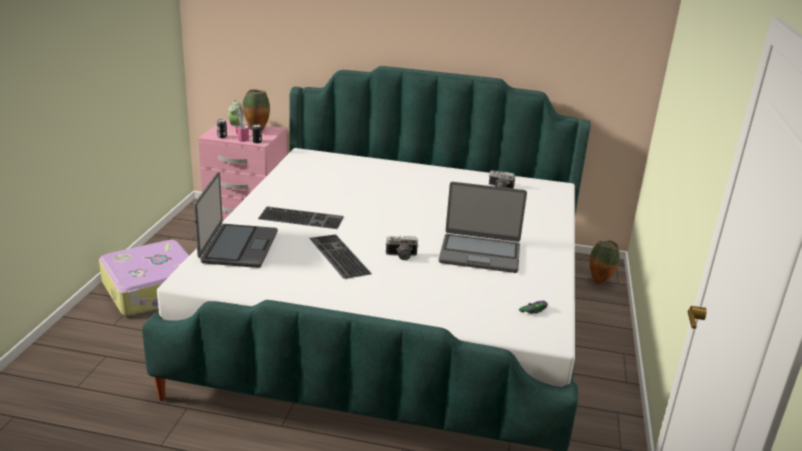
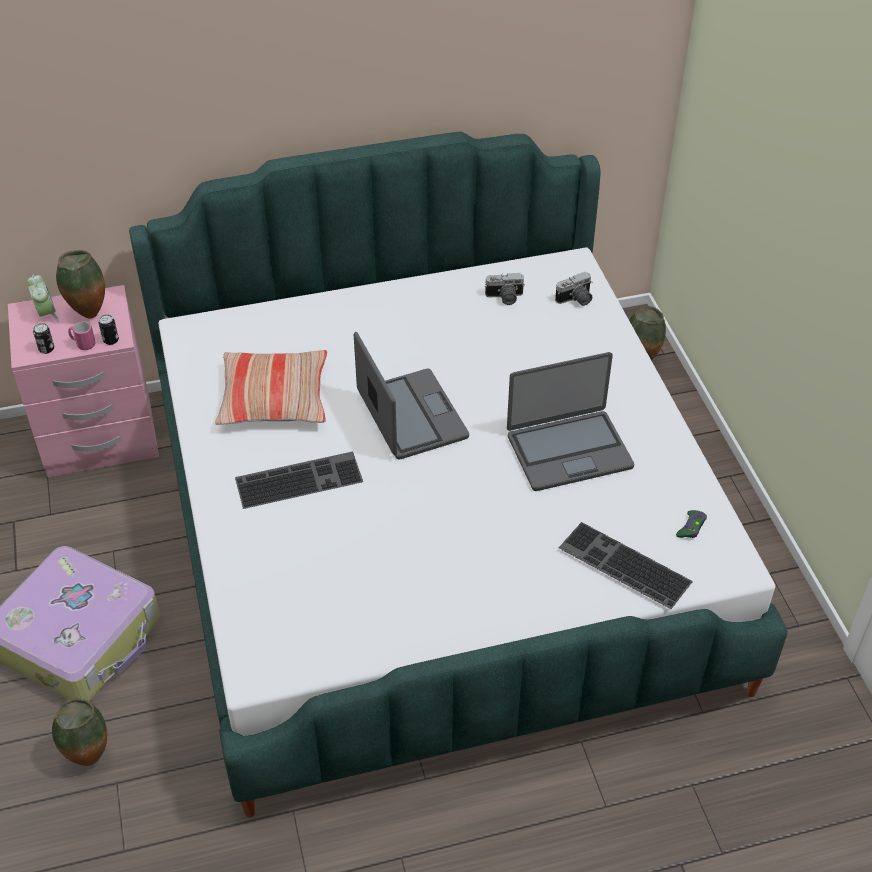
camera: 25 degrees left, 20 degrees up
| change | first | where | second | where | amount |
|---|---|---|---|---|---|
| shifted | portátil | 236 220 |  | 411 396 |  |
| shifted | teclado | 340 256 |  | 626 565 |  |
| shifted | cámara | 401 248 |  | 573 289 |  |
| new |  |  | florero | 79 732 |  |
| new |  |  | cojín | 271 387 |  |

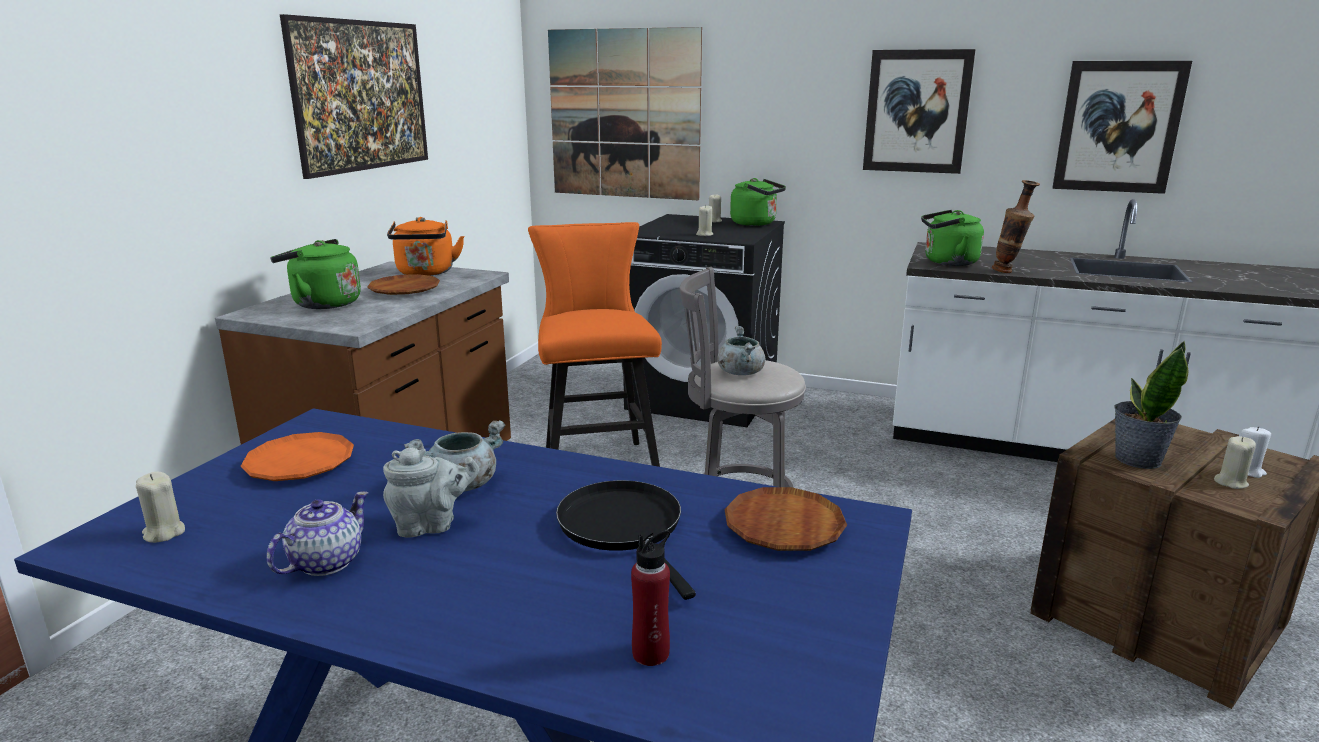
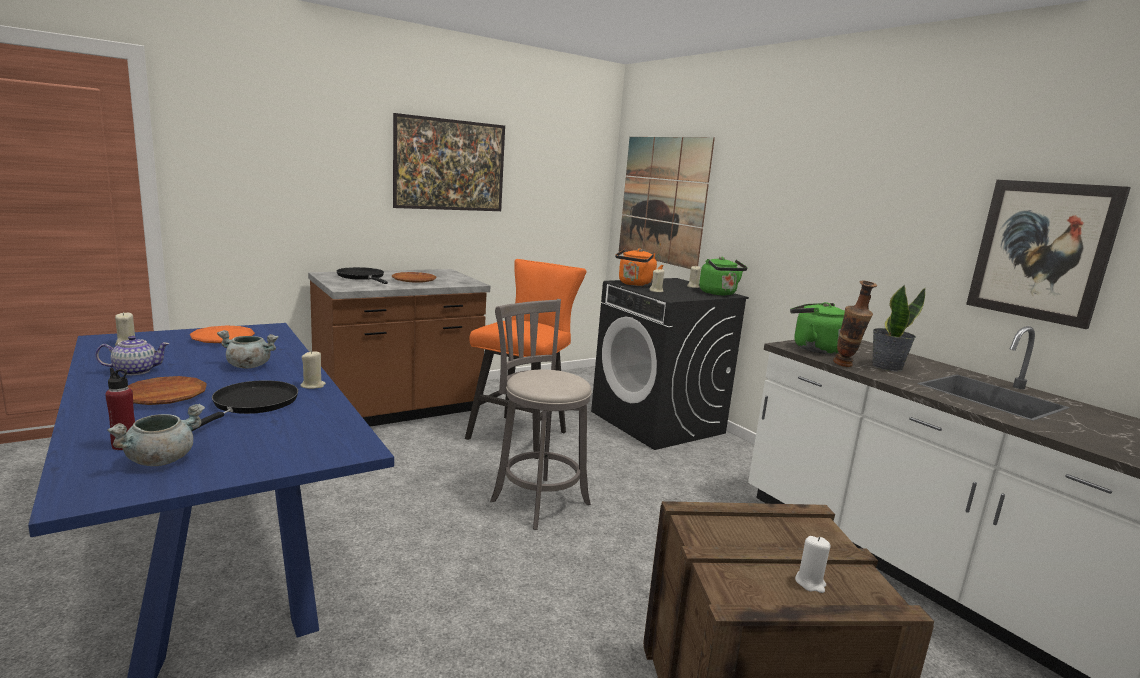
camera: 35 degrees right, 5 degrees down
| change | first | where | second | where | amount |
|---|---|---|---|---|---|
| swapped | hervidor [verde] | 315 274 | sartén [negro] | 362 275 |  |
| gone | tetera [gris] | 431 493 |  |  |  |
| shifted | hervidor [naranja] | 425 246 |  | 639 267 |  |
| shifted | olla [gris] | 741 350 |  | 156 435 |  |
| shifted | plato [marrón] | 785 519 |  | 167 390 |  |
| gone | cuadro | 919 111 |  |  |  |
| shifted | planta en maceta | 1152 404 |  | 899 328 |  |
| shifted | vela [beis] | 1235 462 |  | 313 369 |  |

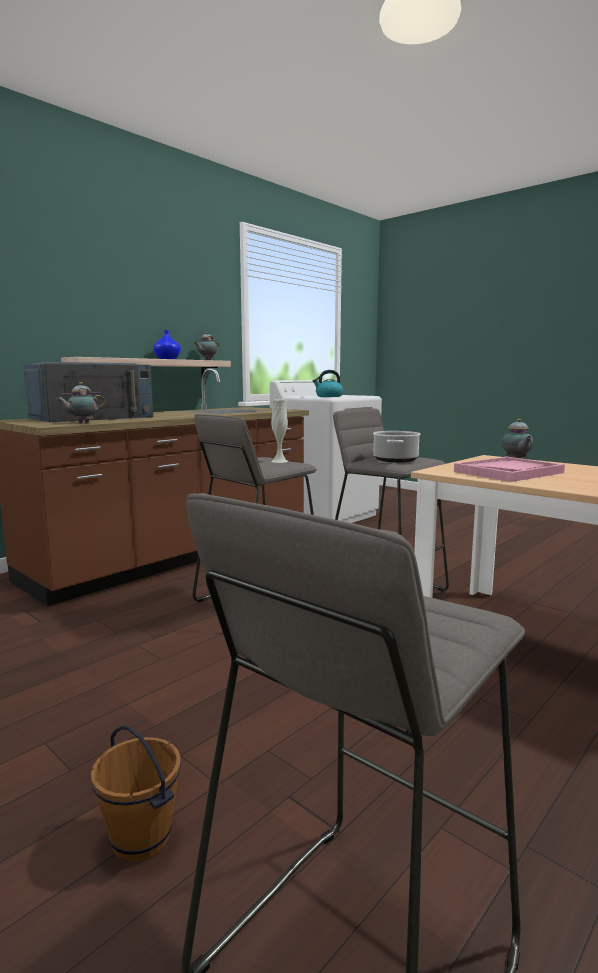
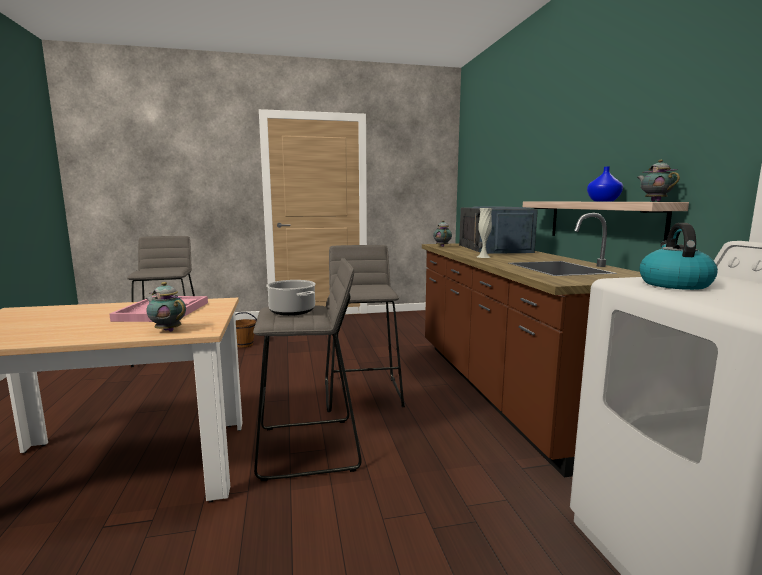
camera: 125 degrees right, 0 degrees up
| change | first | where | second | where | amount |
|---|---|---|---|---|---|
| shifted | florero [blanco] | 280 431 |  | 484 233 |  |

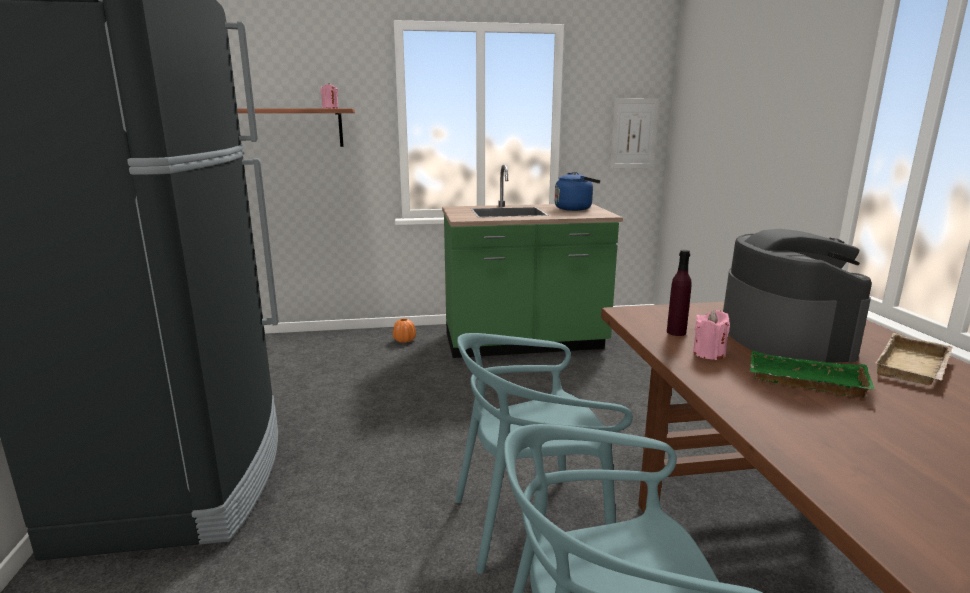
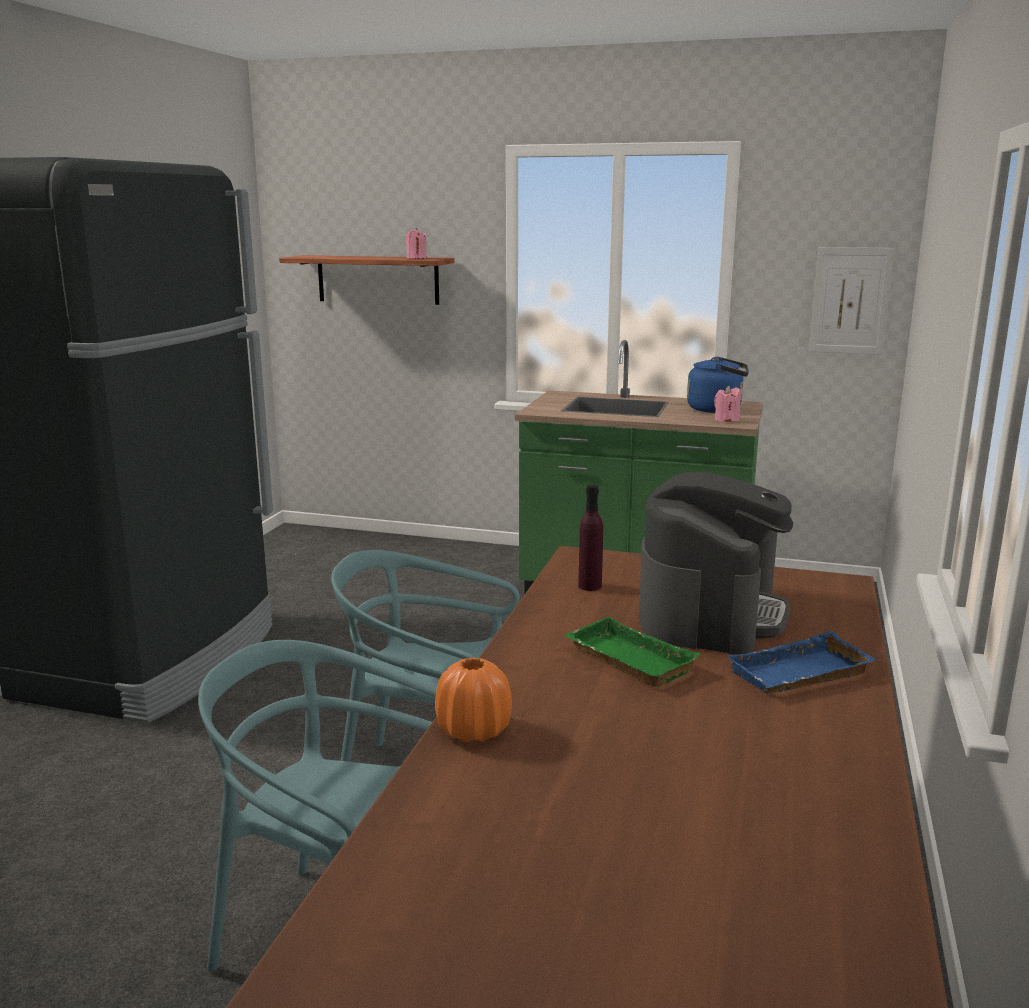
camera: 25 degrees right, 0 degrees up
| change | first | where | second | where | amount |
|---|---|---|---|---|---|
| shifted | florero [naranja] | 404 330 |  | 473 699 |  |
| shifted | vela [rosa] | 711 335 |  | 727 404 |  |
| repainted | bandeja [beis] | 914 359 | bandeja [azul] | 801 662 |  |

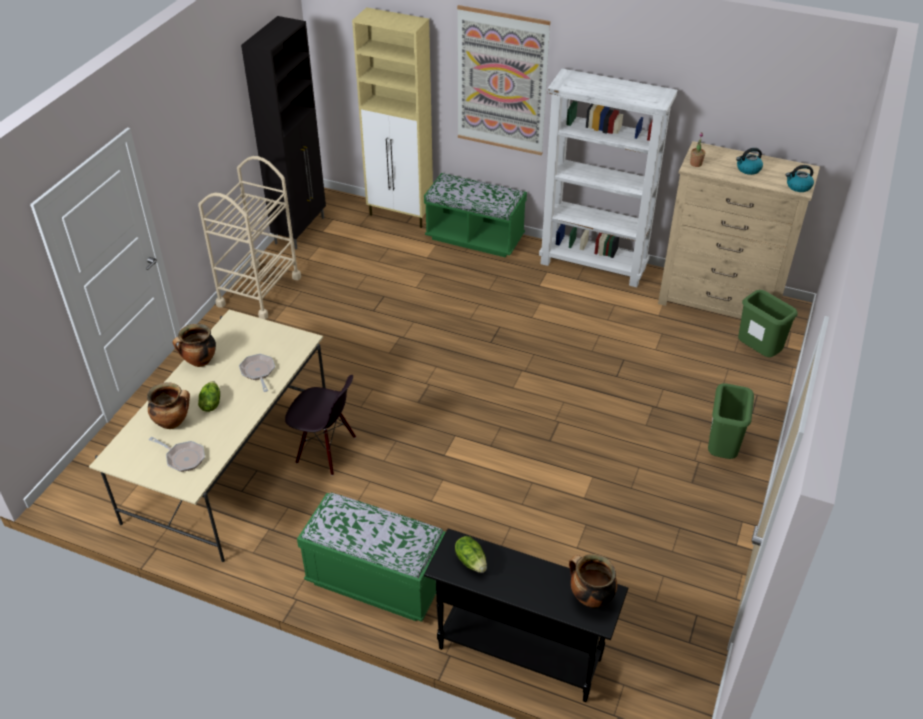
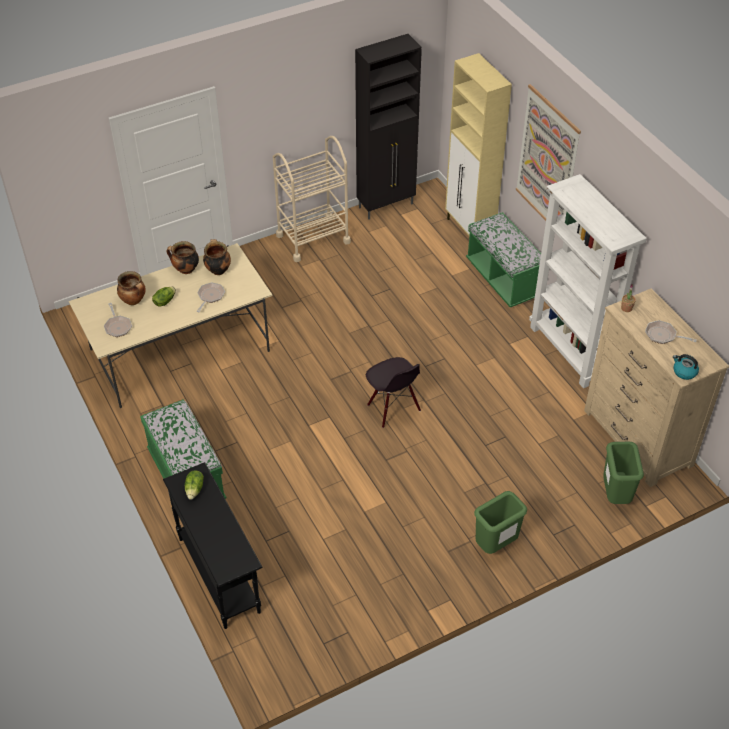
camera: 40 degrees right, 5 degrees up
| change | first | where | second | where | amount |
|---|---|---|---|---|---|
| shifted | silla [negro] | 320 425 |  | 393 392 |  |
| shifted | olla | 593 581 |  | 217 257 |  |
| swapped | hervidor | 749 161 | sartén | 671 332 |  |

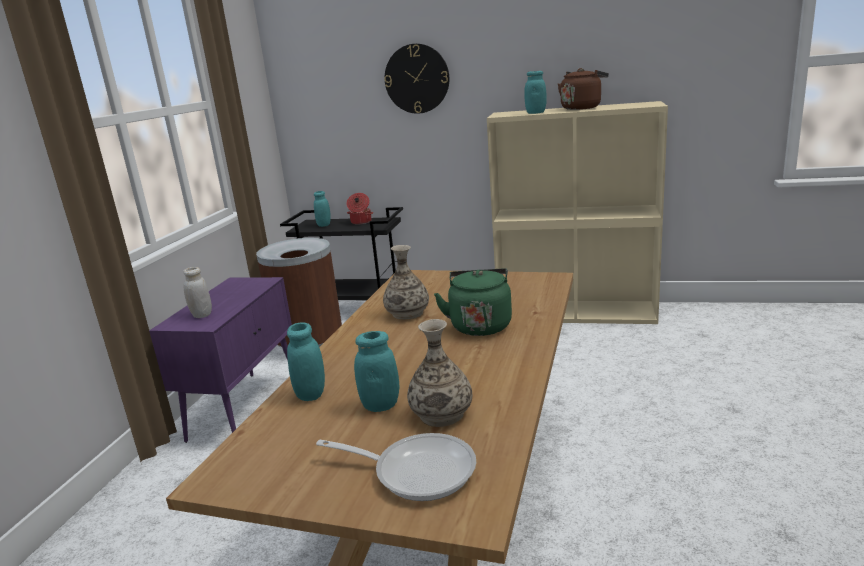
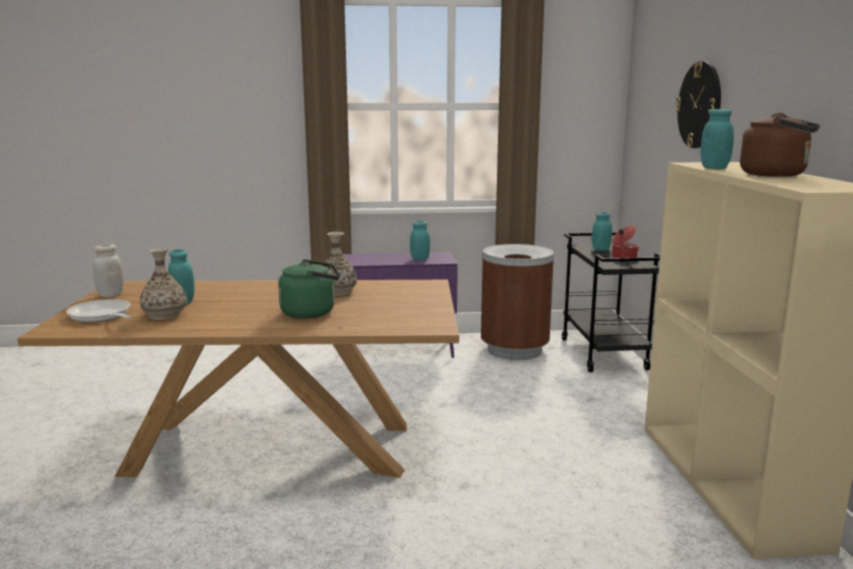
camera: 70 degrees right, 5 degrees down
| change | first | where | second | where | amount |
|---|---|---|---|---|---|
| shifted | tarro [blanco] | 197 292 |  | 108 270 |  |
| shifted | tarro [turquesa] | 306 361 |  | 420 240 |  |
| rotated | sartén | 396 467 |  | 98 310 | 135 degrees clockwise |

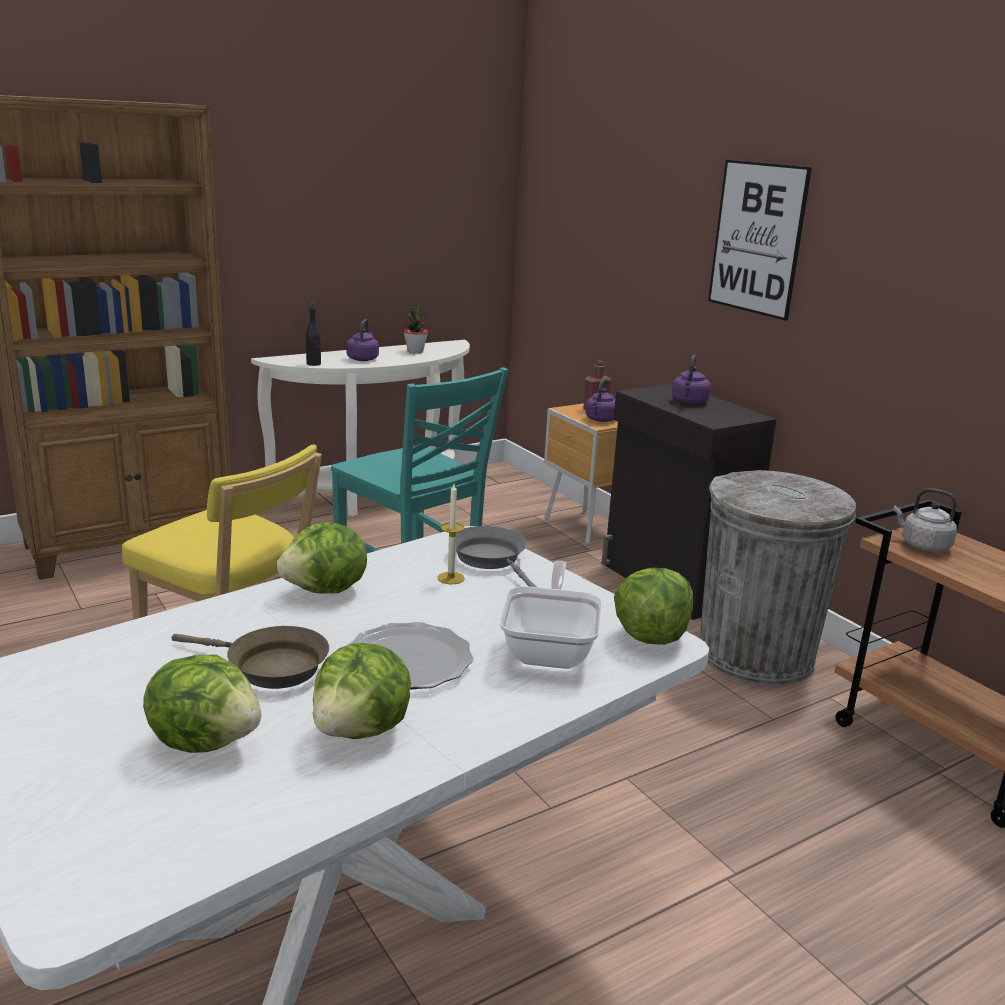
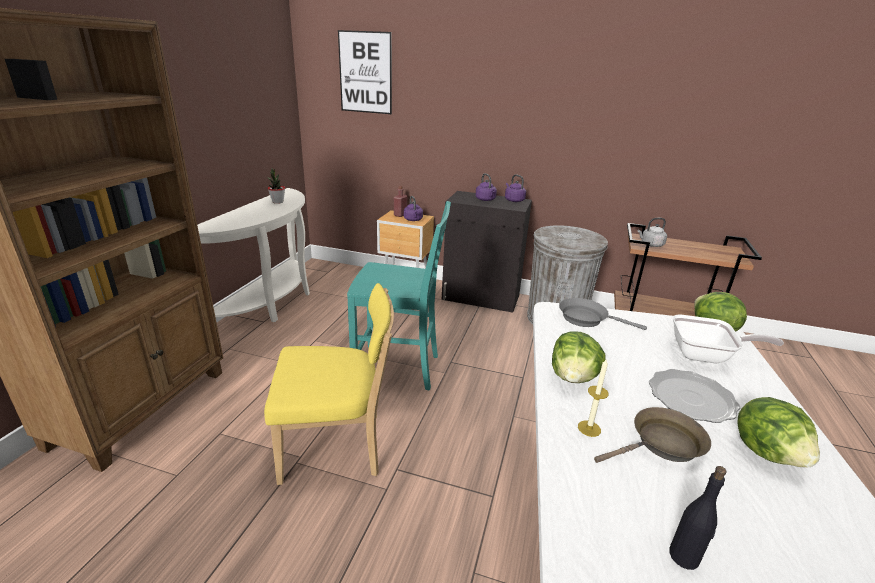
camera: 40 degrees left, 5 degrees up
| change | first | where | second | where | amount |
|---|---|---|---|---|---|
| gone | lechuga | 202 704 |  |  |  |
| shifted | botella [negro] | 313 334 |  | 698 518 |  |
| shifted | hervidor [morado] | 362 340 |  | 515 188 |  |
| shifted | vela | 451 534 |  | 593 397 |  |
| rotated | sartén | 551 614 |  | 728 338 | 135 degrees clockwise |
| shifted | cuadro | 760 240 |  | 365 72 |  |

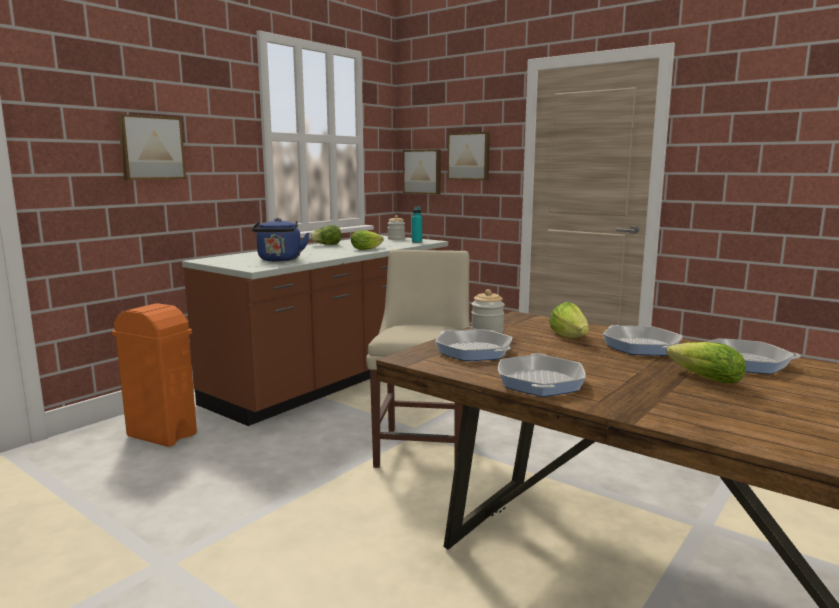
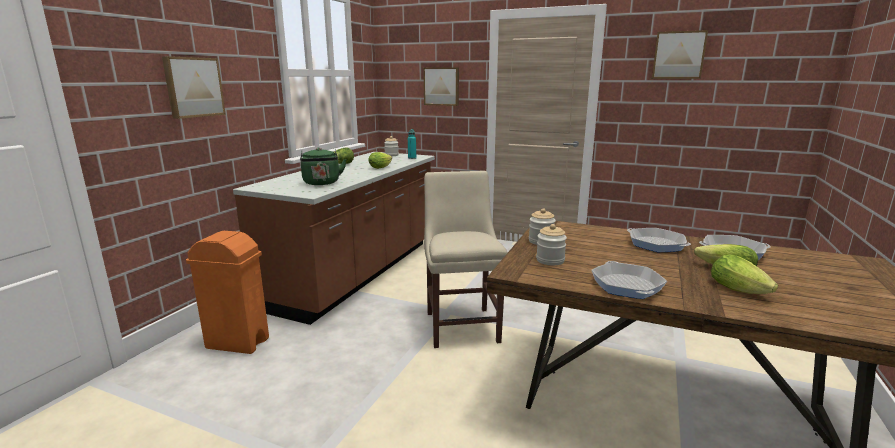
camera: 15 degrees left, 5 degrees up
| change | first | where | second | where | amount |
|---|---|---|---|---|---|
| repainted | hervidor [azul] | 280 240 | hervidor [verde] | 323 166 |  |
| shifted | cuadro | 422 172 |  | 680 54 |  |
| swapped | sartén | 474 345 | tarro | 551 244 |  |
| shifted | lechuga | 569 320 |  | 744 274 |  |

